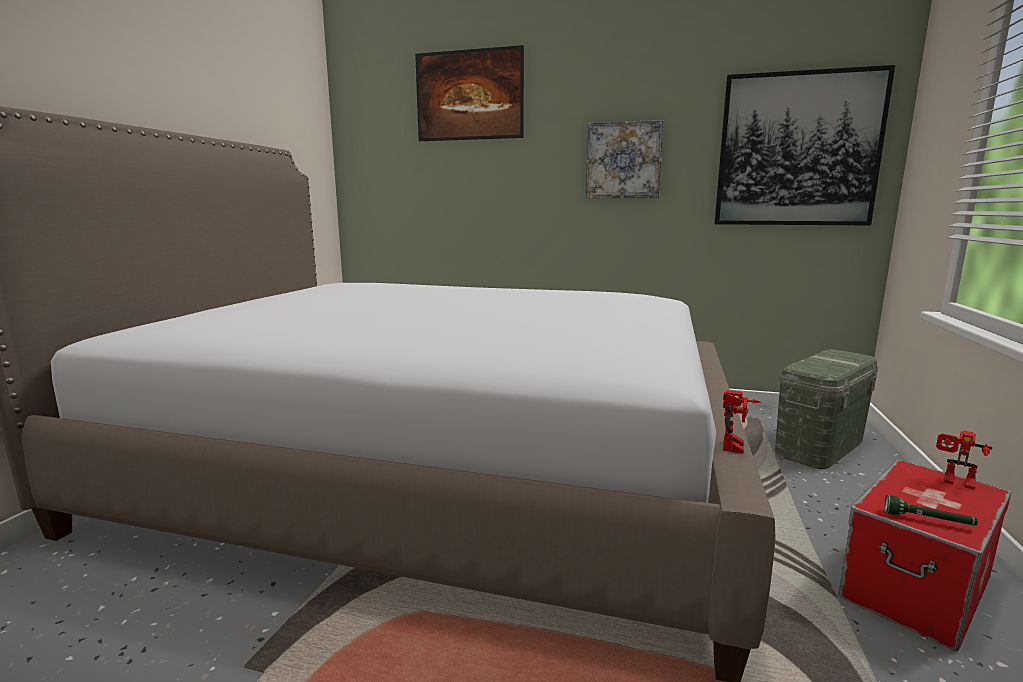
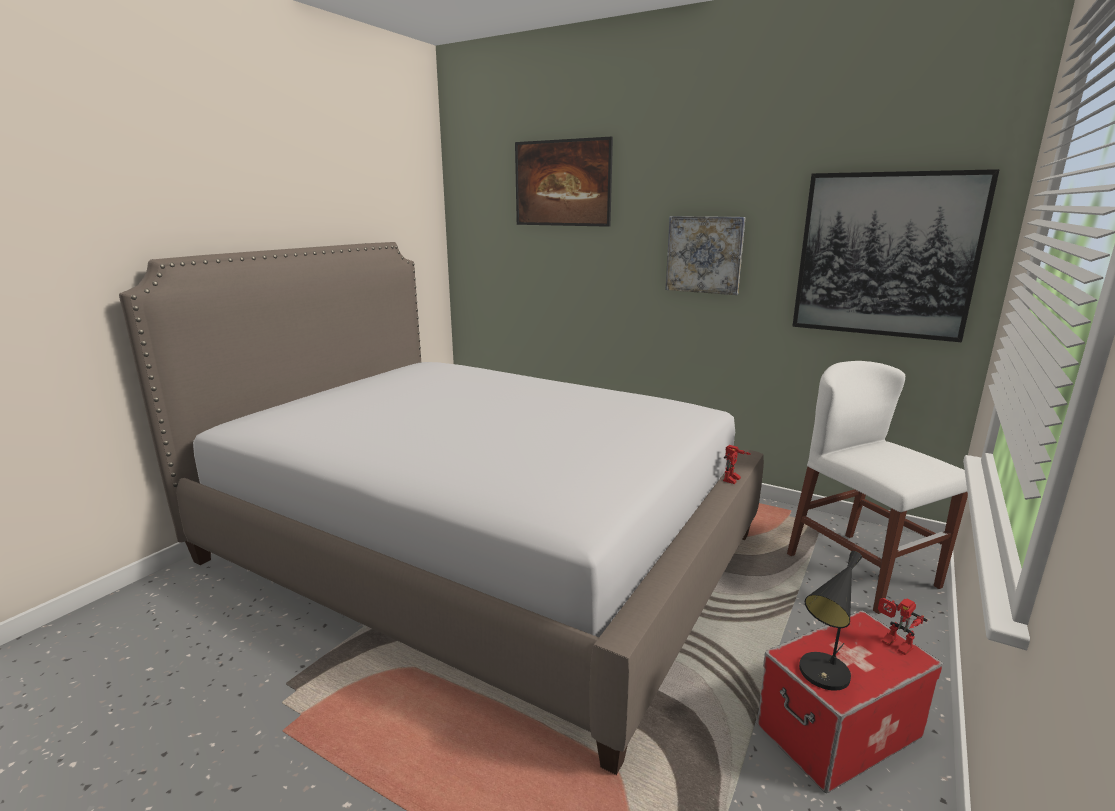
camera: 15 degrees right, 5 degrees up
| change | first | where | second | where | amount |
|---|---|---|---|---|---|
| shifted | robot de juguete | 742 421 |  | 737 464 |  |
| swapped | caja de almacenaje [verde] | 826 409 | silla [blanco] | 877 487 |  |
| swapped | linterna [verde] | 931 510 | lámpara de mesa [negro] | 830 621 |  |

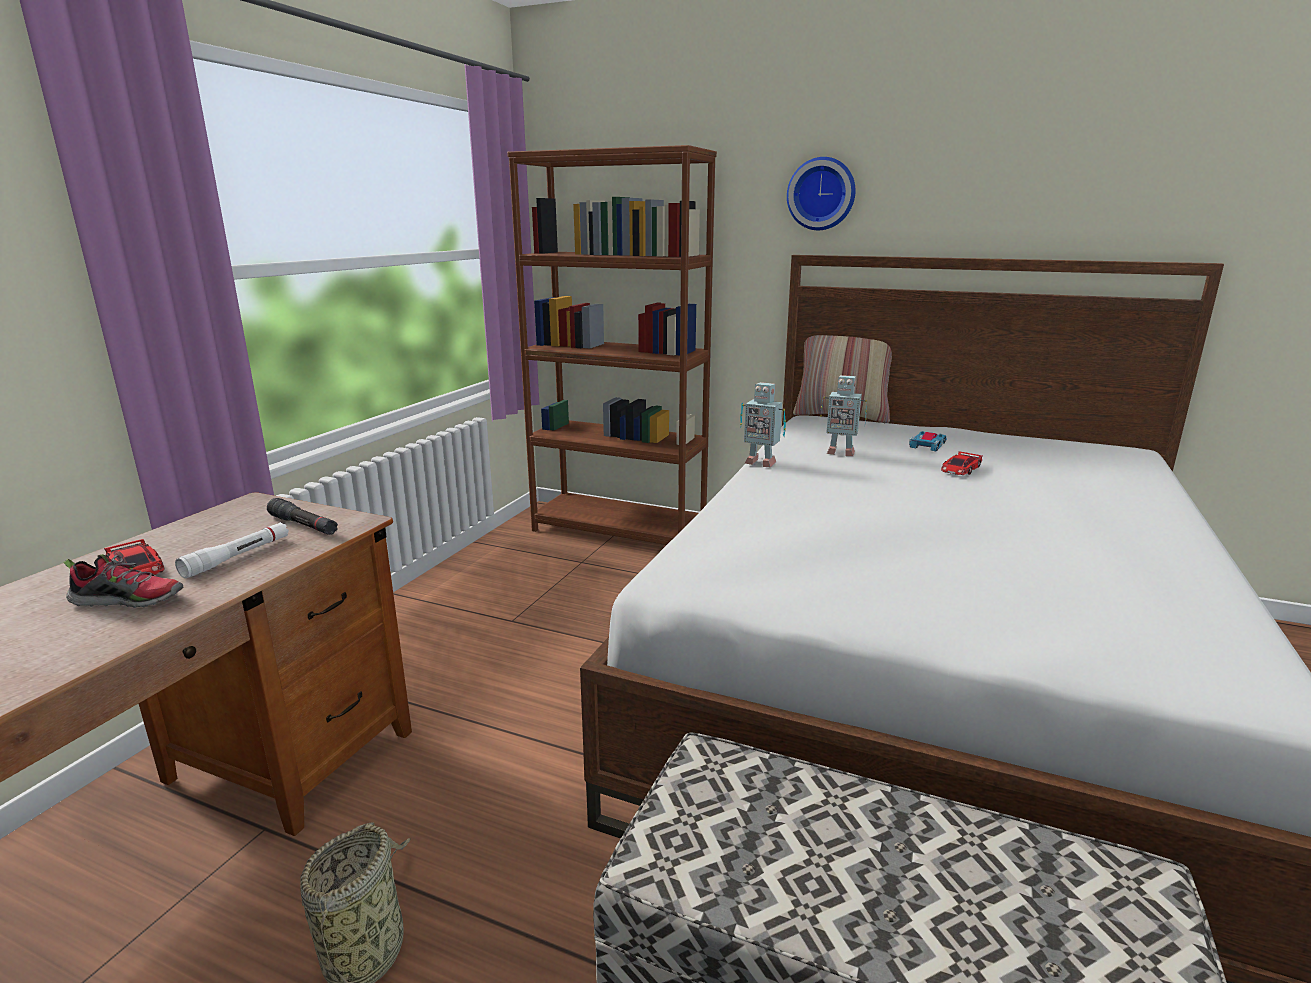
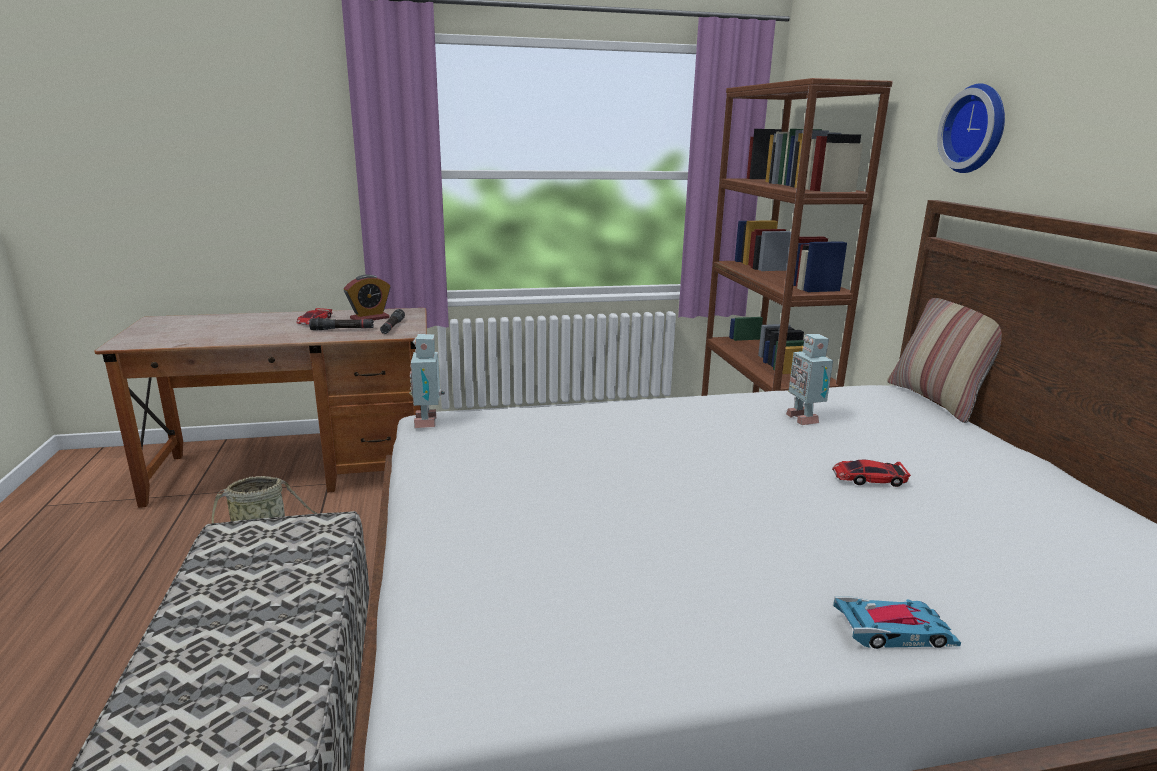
camera: 55 degrees right, 0 degrees up
| change | first | where | second | where | amount |
|---|---|---|---|---|---|
| gone | zapato | 123 581 |  |  |  |
| repainted | linterna [blanco] | 232 550 | linterna [negro] | 341 324 |  |
| shifted | robot de juguete | 763 424 |  | 427 381 |  |
| shifted | coche de juguete | 928 441 |  | 897 622 |  |
| new |  |  | despertador | 367 297 |  |

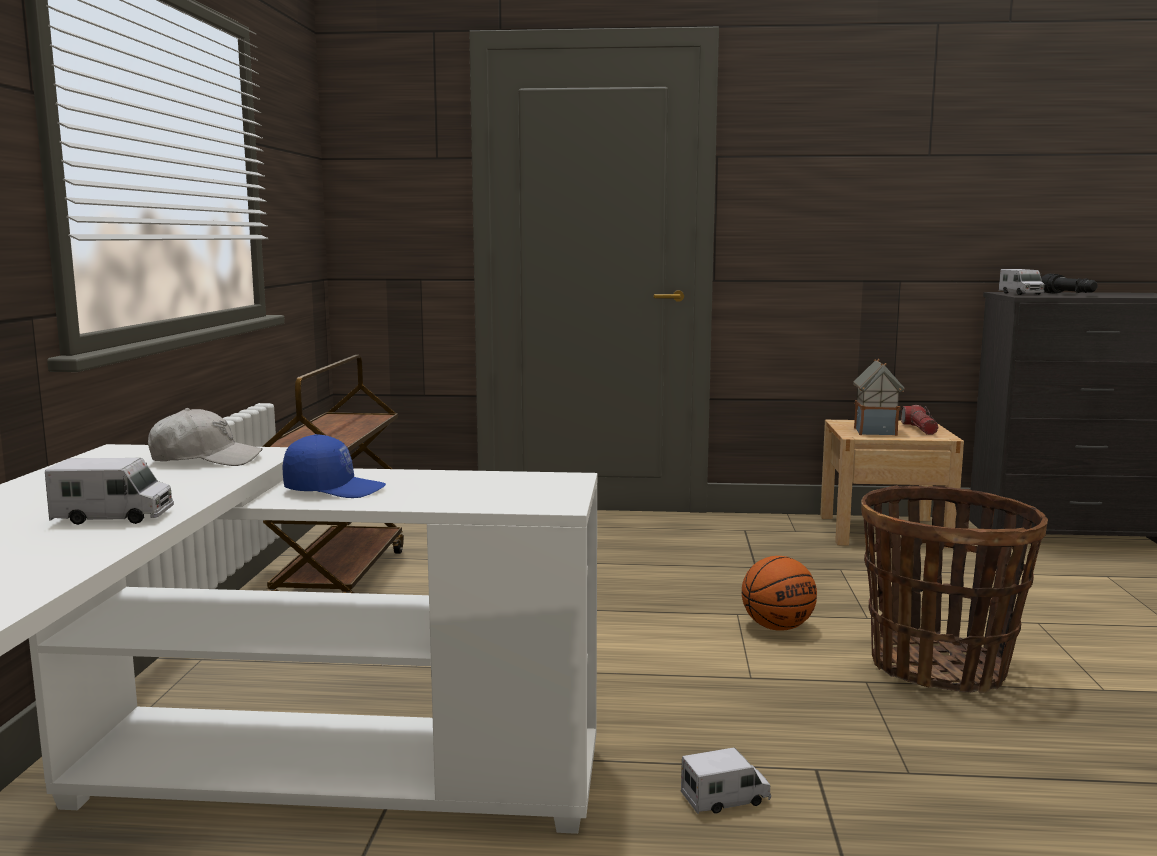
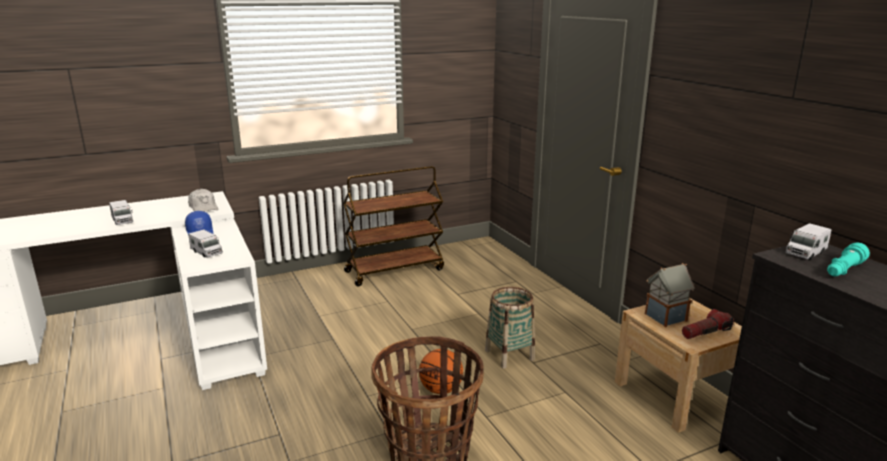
camera: 60 degrees right, 10 degrees up
| change | first | where | second | where | amount |
|---|---|---|---|---|---|
| shifted | camión de juguete | 726 780 |  | 205 243 |  |
| repainted | linterna [negro] | 1069 284 | linterna [turquesa] | 848 259 |  |
| new |  |  | cesta | 510 328 |  |

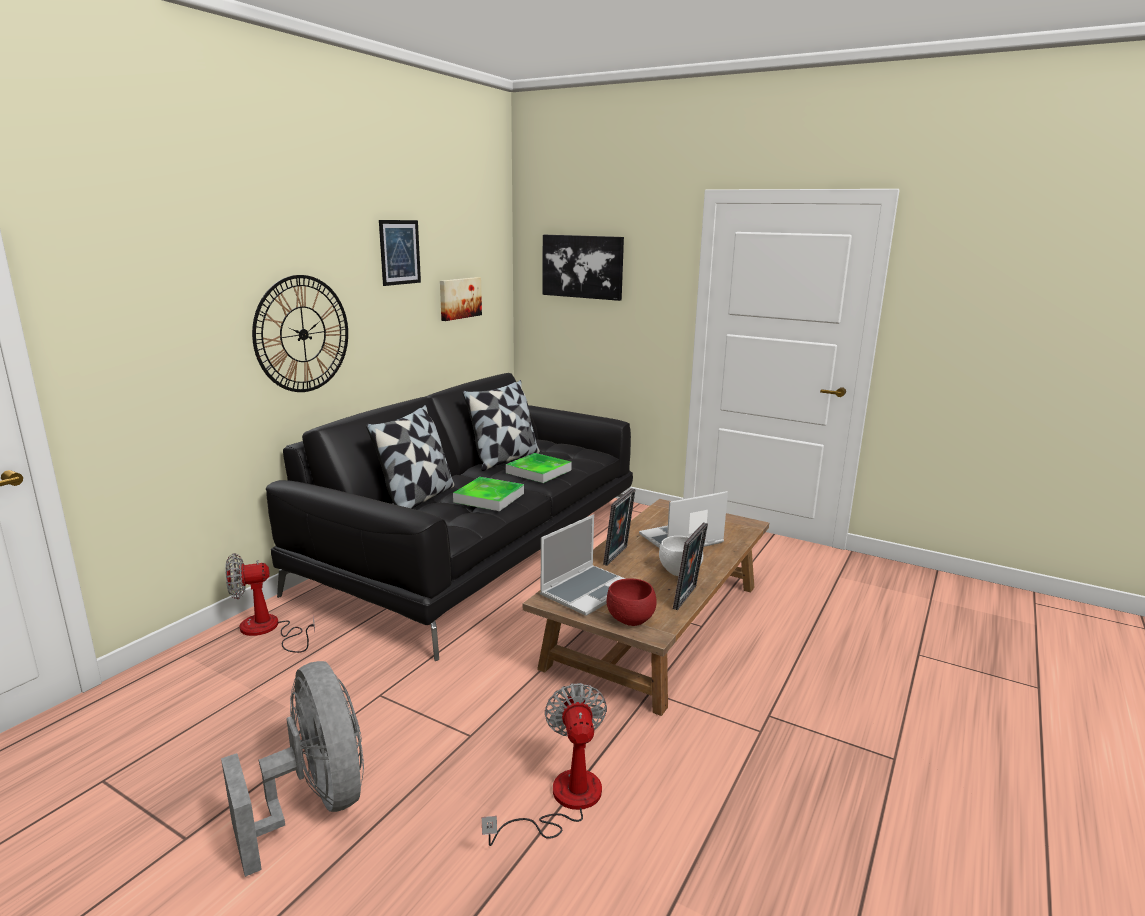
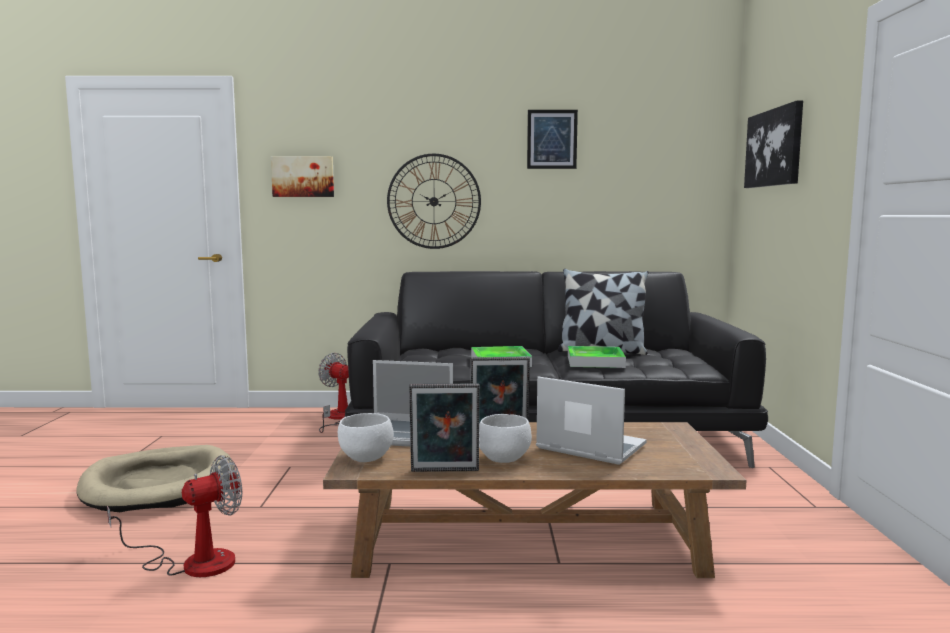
camera: 60 degrees right, 10 degrees down
| change | first | where | second | where | amount |
|---|---|---|---|---|---|
| swapped | ventilador [gris] | 292 769 | cama para perro [beis] | 155 478 |  |
| gone | cojín | 410 457 |  |  |  |
| shifted | cuadro | 461 299 |  | 302 176 |  |
| repainted | cuenco [rojo] | 632 602 | cuenco [blanco] | 366 437 |  |

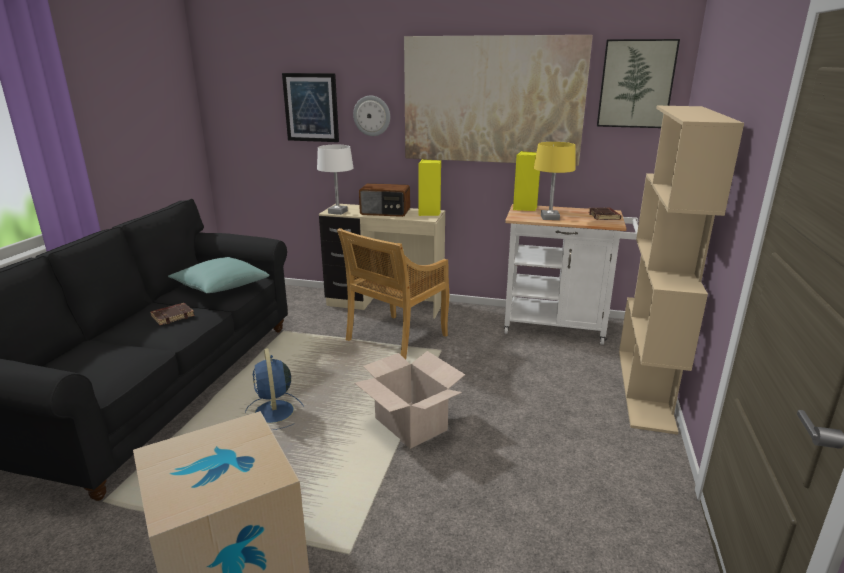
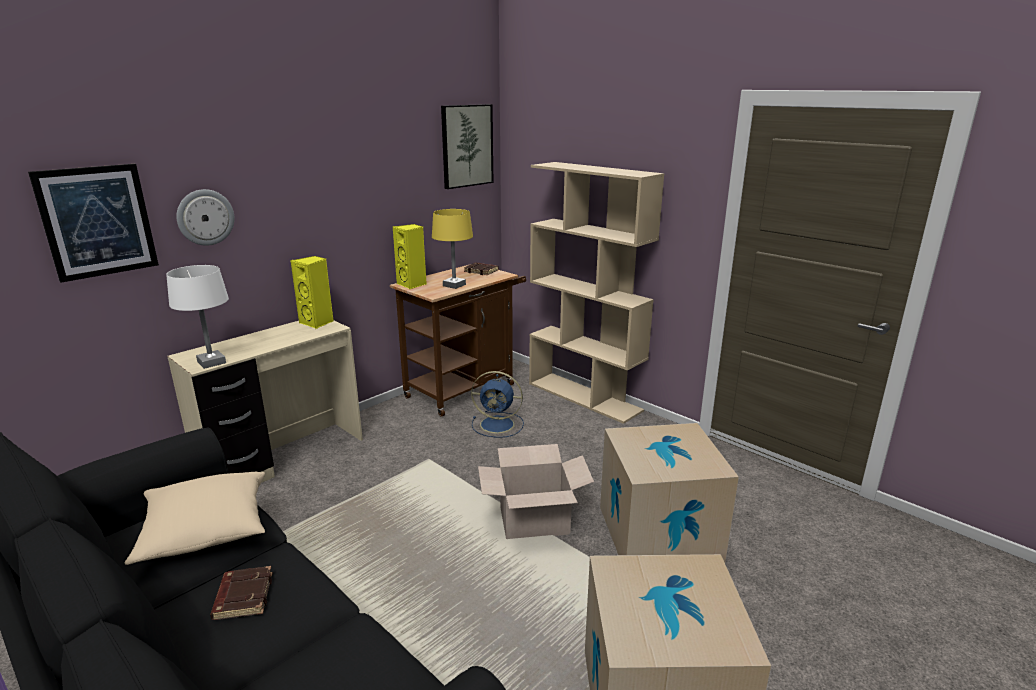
camera: 60 degrees left, 0 degrees up
| change | first | where | second | where | amount |
|---|---|---|---|---|---|
| repainted | cojín [turquesa] | 219 275 | cojín [beis] | 195 518 |  |
| shifted | ventilador [azul] | 274 389 |  | 497 404 |  |
| gone | silla [beis] | 393 294 |  |  |  |
| gone | radio | 384 200 |  |  |  |
| gone | cuadro | 498 100 |  |  |  |
| repainted | carrito [blanco] | 571 274 | carrito [marrón] | 458 341 |  |
| new |  |  | caja de cartón | 669 493 |  |

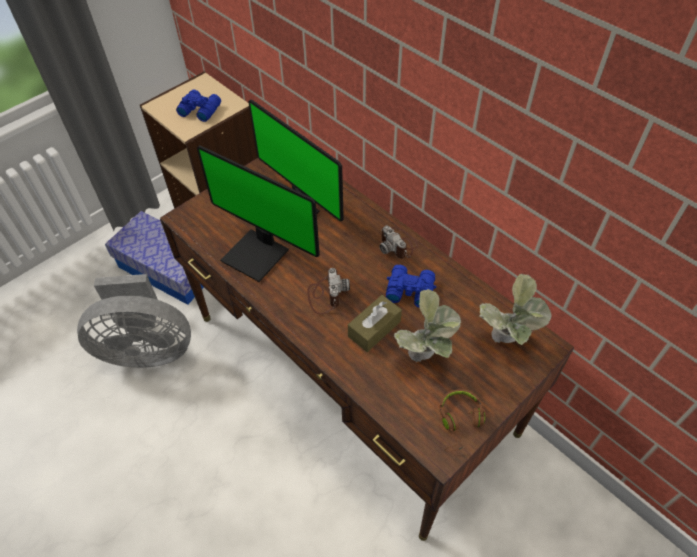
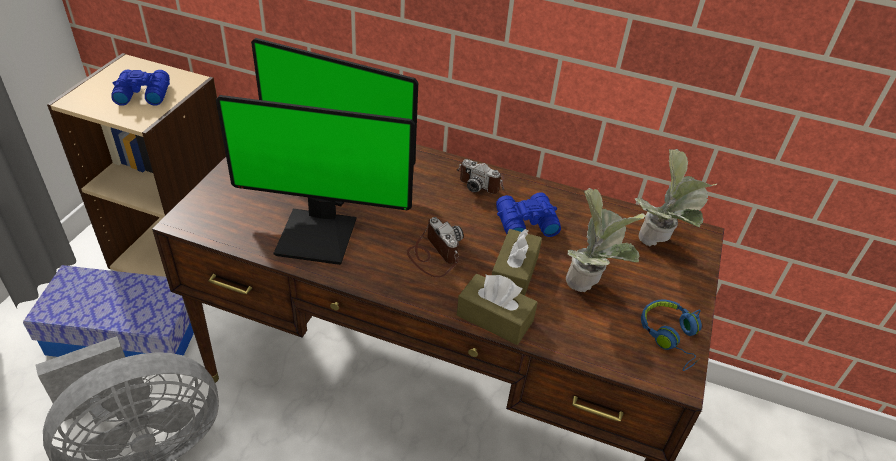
camera: 30 degrees left, 10 degrees down
| change | first | where | second | where | amount |
|---|---|---|---|---|---|
| repainted | auriculares [marrón] | 462 420 | auriculares [azul] | 671 335 |  |
| new |  |  | caja de pañuelos [marrón] | 497 309 |  |

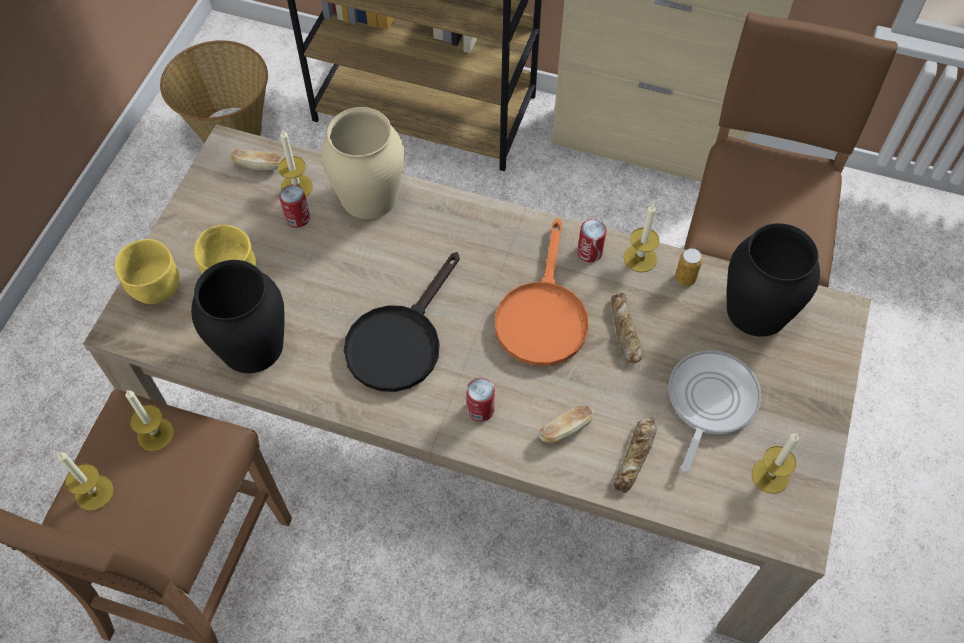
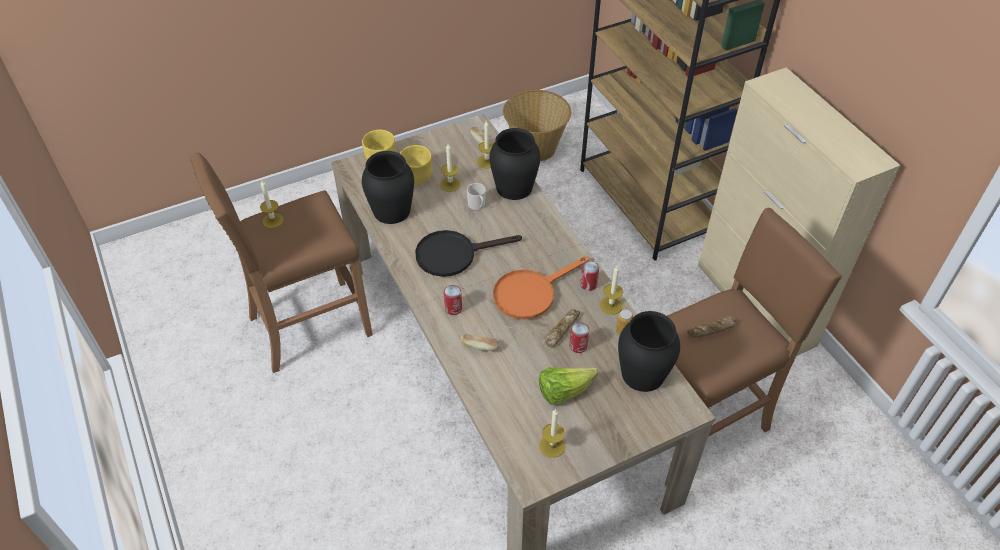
camera: 45 degrees right, 10 degrees down
| change | first | where | second | where | amount |
|---|---|---|---|---|---|
| shifted | vela | 150 420 |  | 450 168 |  |
| shifted | lata | 294 206 |  | 579 337 |  |
| repainted | florero [beis] | 362 163 | florero [negro] | 514 164 |  |
| shifted | pan | 635 455 |  | 711 327 |  |
| swapped | sartén | 715 411 | lechuga | 568 386 |  |
| new |  |  | taza grande | 476 197 |  |

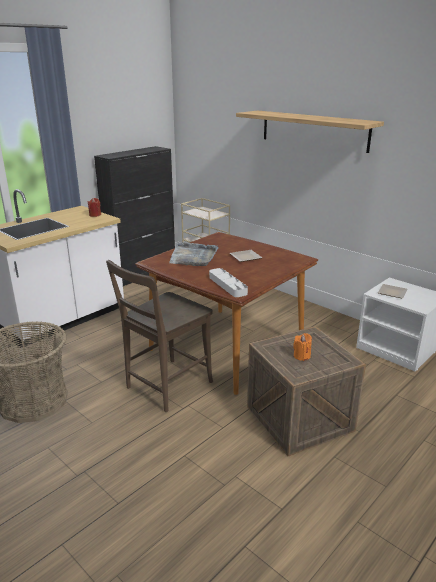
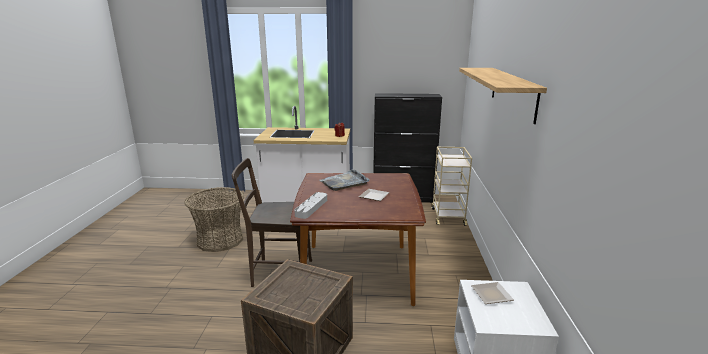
camera: 50 degrees right, 5 degrees down
| change | first | where | second | where | amount |
|---|---|---|---|---|---|
| gone | vela [naranja] | 302 347 |  |  |  |

